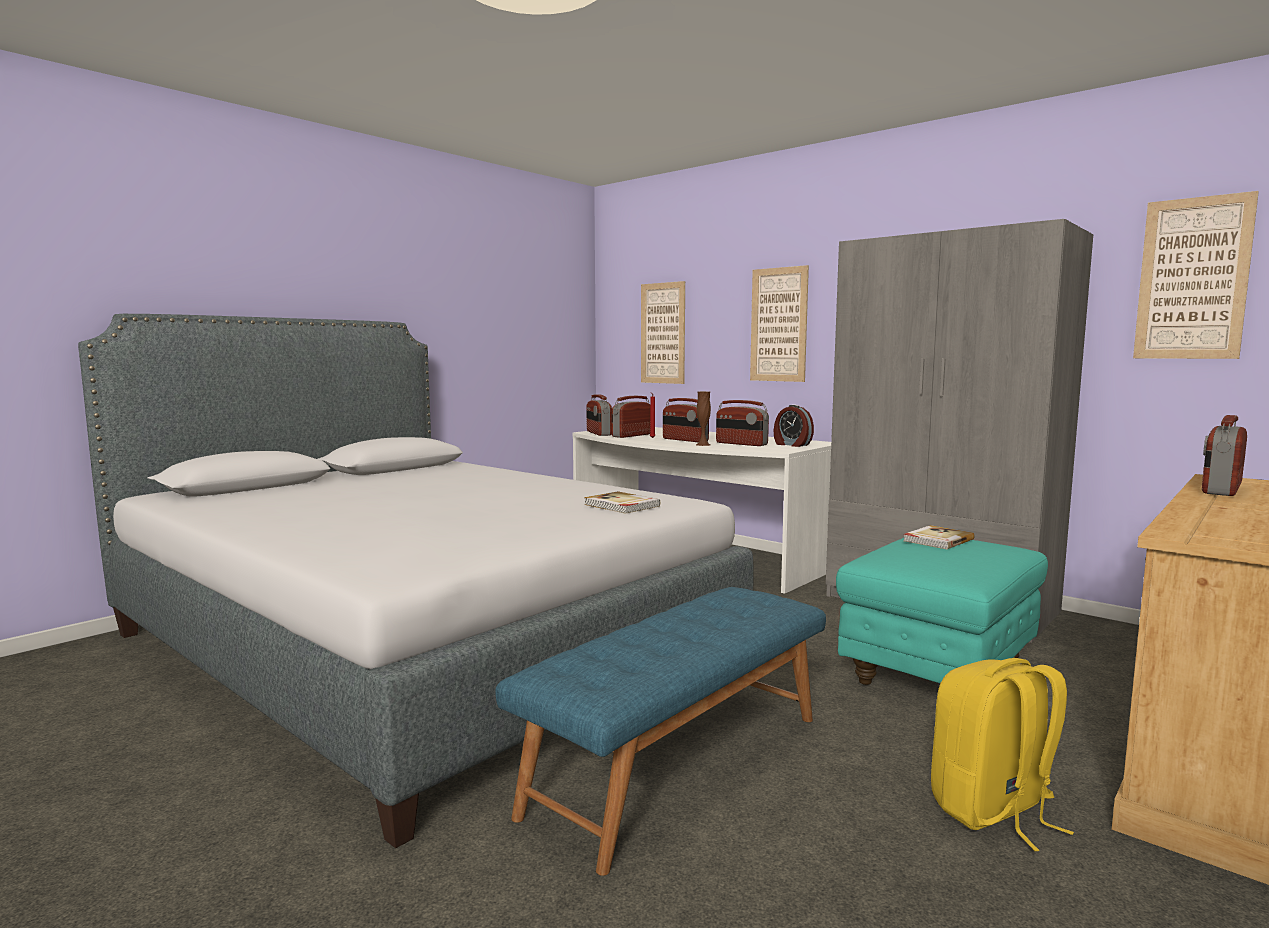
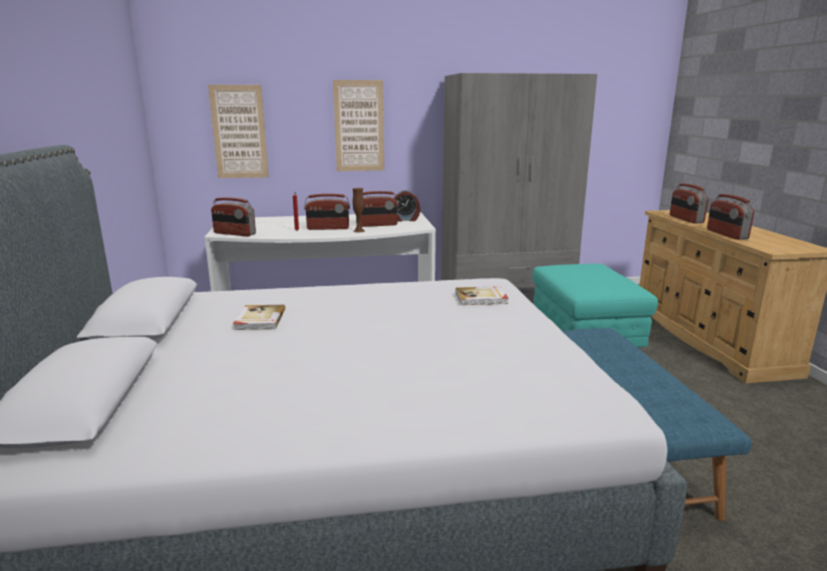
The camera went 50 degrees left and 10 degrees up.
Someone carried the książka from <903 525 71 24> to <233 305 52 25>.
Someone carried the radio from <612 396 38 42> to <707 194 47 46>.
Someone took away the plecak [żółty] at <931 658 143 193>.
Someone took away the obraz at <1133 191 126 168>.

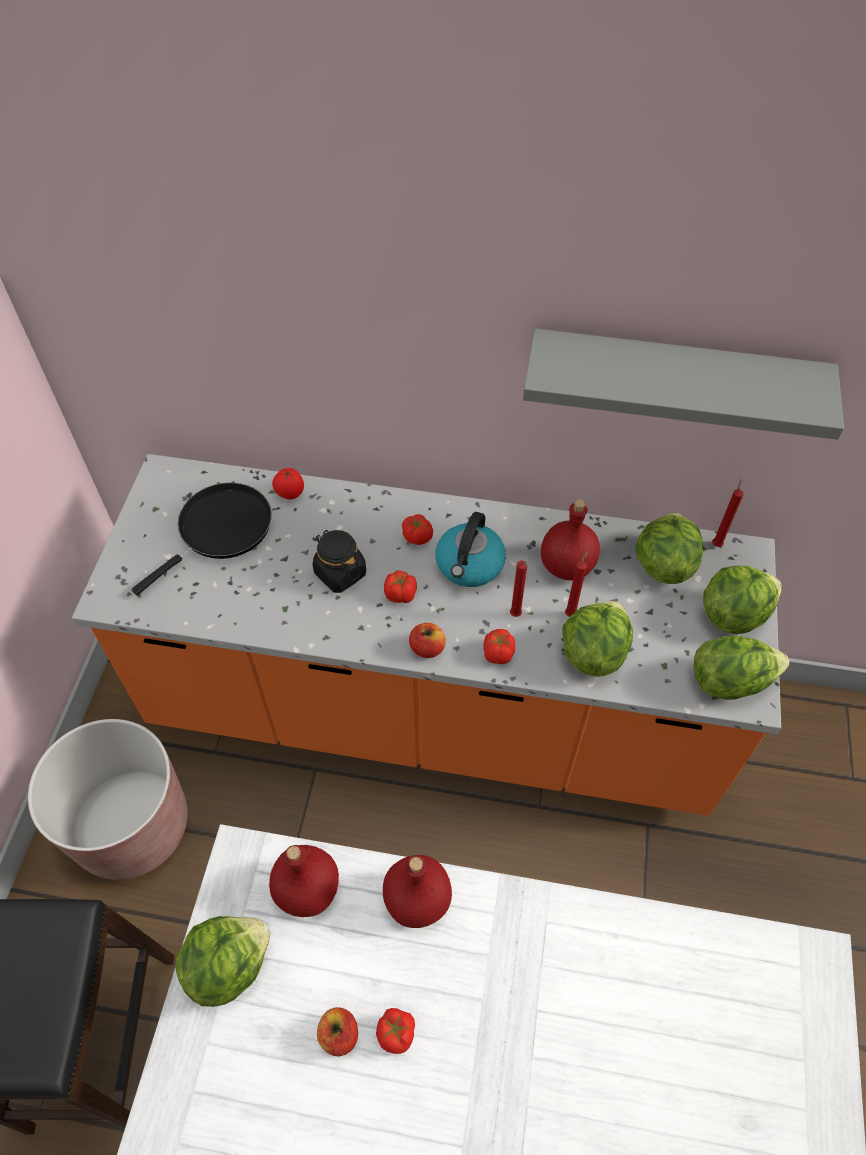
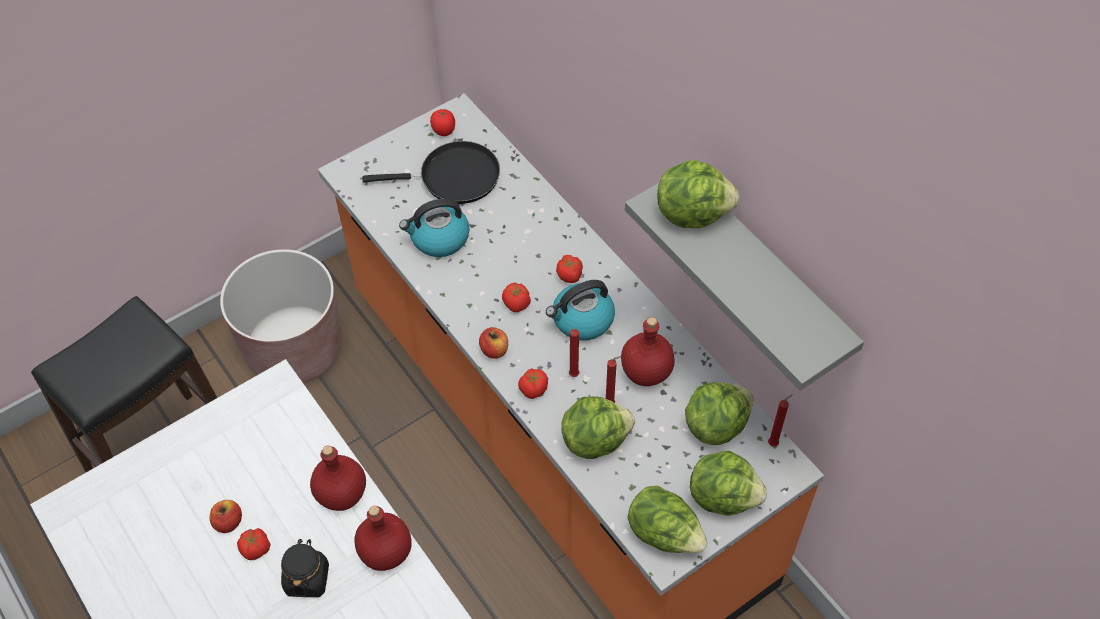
The camera went 45 degrees right and 0 degrees up.
Someone carried the słoik [czarny] from <313 530 53 63> to <281 539 48 58>.
Someone carried the butelka [czerwony] from <269 845 70 72> to <355 506 56 65>.
Someone put down the czajnik at <399 199 70 58>.
Someone carried the pomidor from <272 468 32 32> to <430 109 25 27>.
Someone carried the sałata from <176 916 94 91> to <657 160 83 68>.

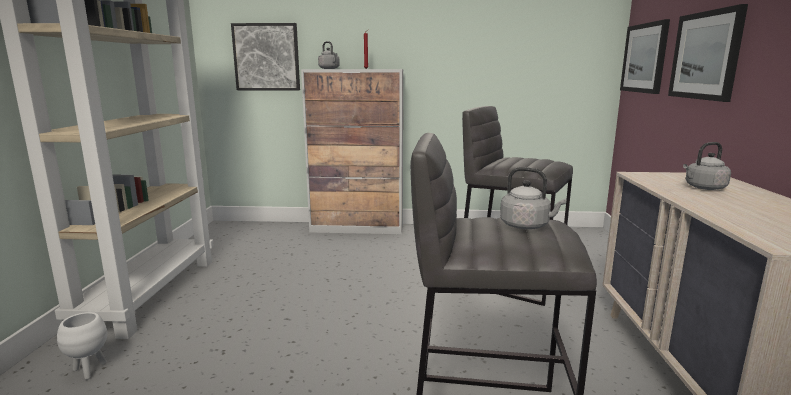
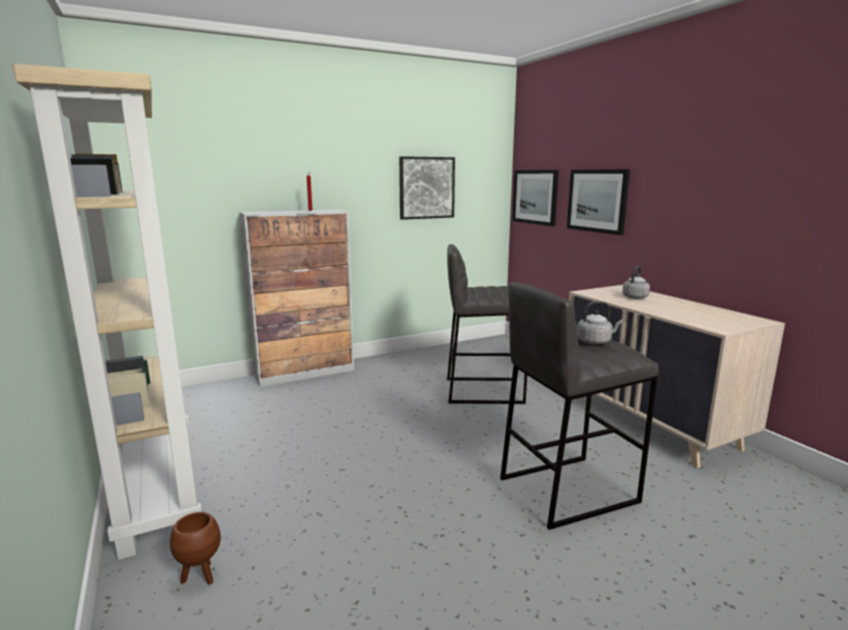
The camera went 30 degrees left and 0 degrees up.
Someone repainted the donica [biały] at <57 312 50 68>, which became the donica [brązowy] at <170 512 51 73>.
Someone carried the obraz from <231 23 69 68> to <399 156 56 64>.
Someone took away the czajnik [szary] at <318 41 22 28>.

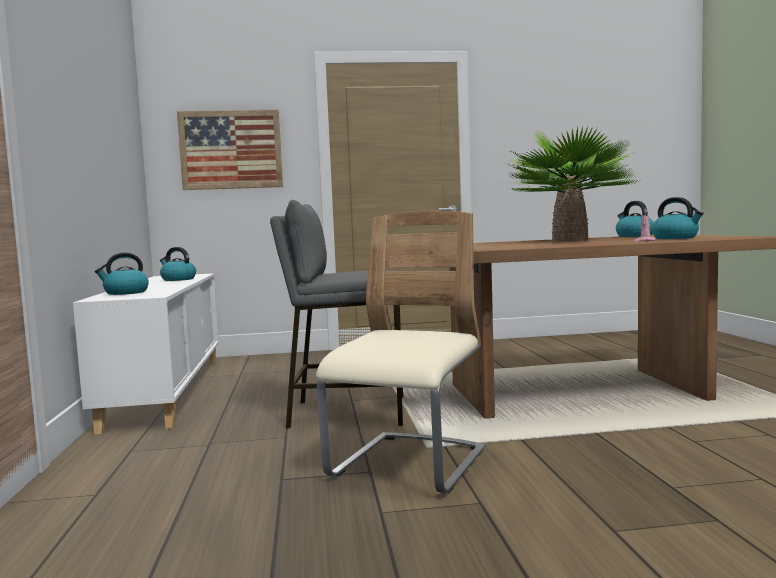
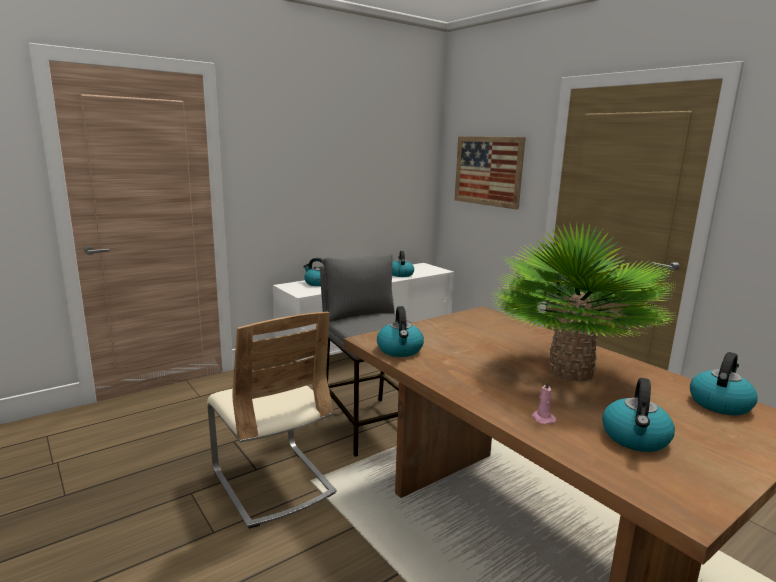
The camera went 60 degrees right and 10 degrees up.
Someone rotated the krzesło [beżowy] at <316 210 170 283> by 60 degrees clockwise.
Someone put down the czajnik at <377 306 47 51>.

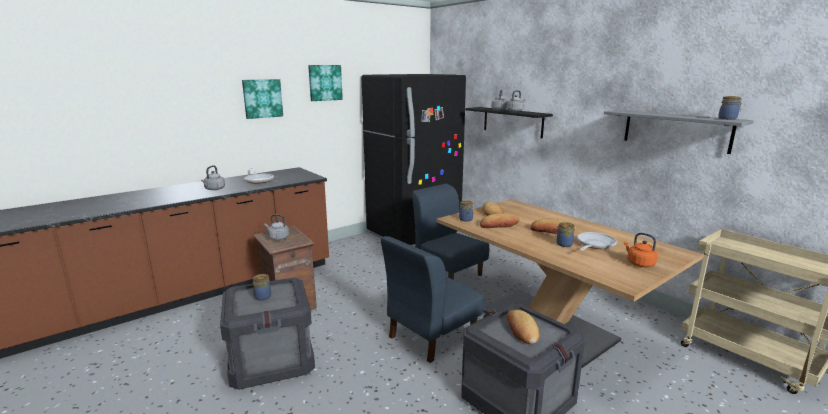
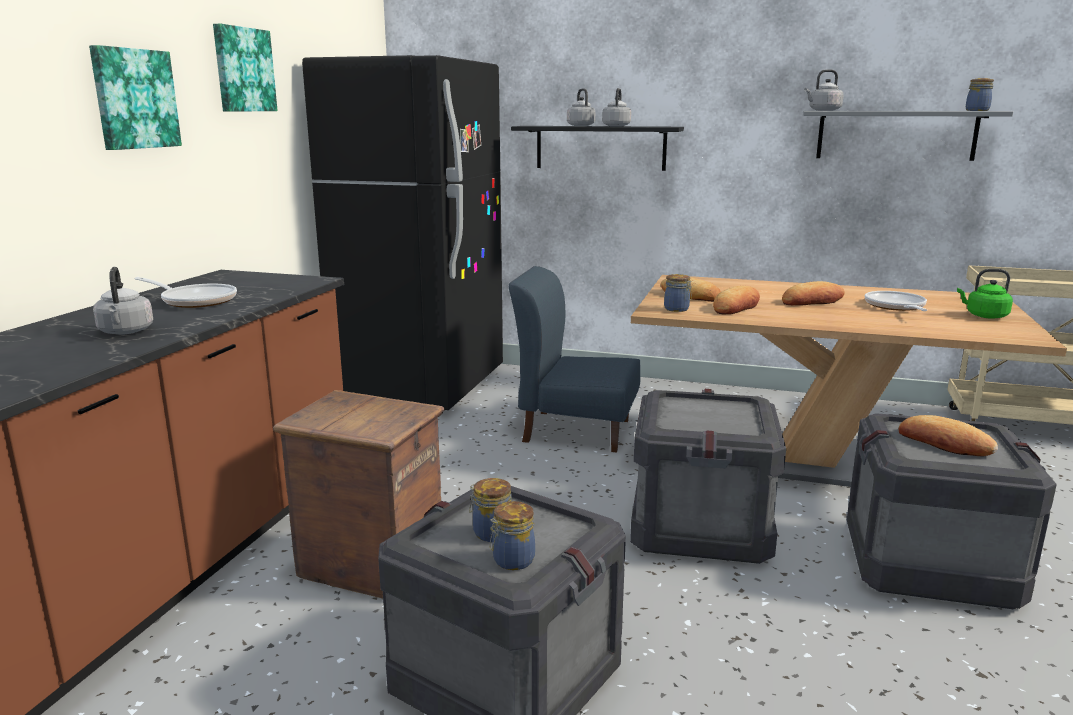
The camera went 35 degrees left and 0 degrees up.
Someone carried the słoik from <555 222 20 25> to <490 501 45 69>.
Someone swapped the krzesło [niebieski] at <381 236 103 127> for the skrzynka at <630 389 156 175>.
Someone carried the czajnik [szary] from <264 214 25 26> to <804 69 39 42>.
Someone repainted the czajnik [pomarańczowy] at <624 233 34 34>, which became the czajnik [zielony] at <957 269 56 50>.

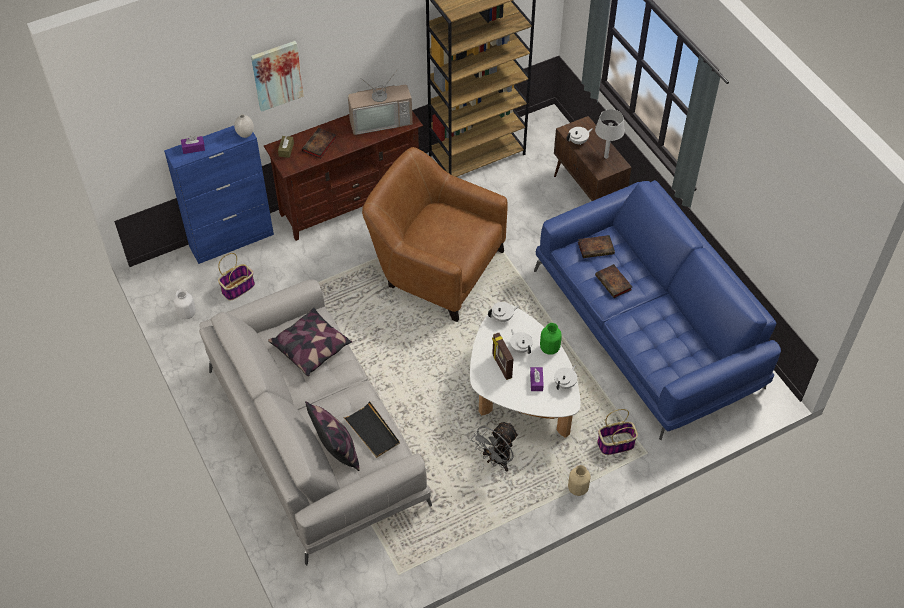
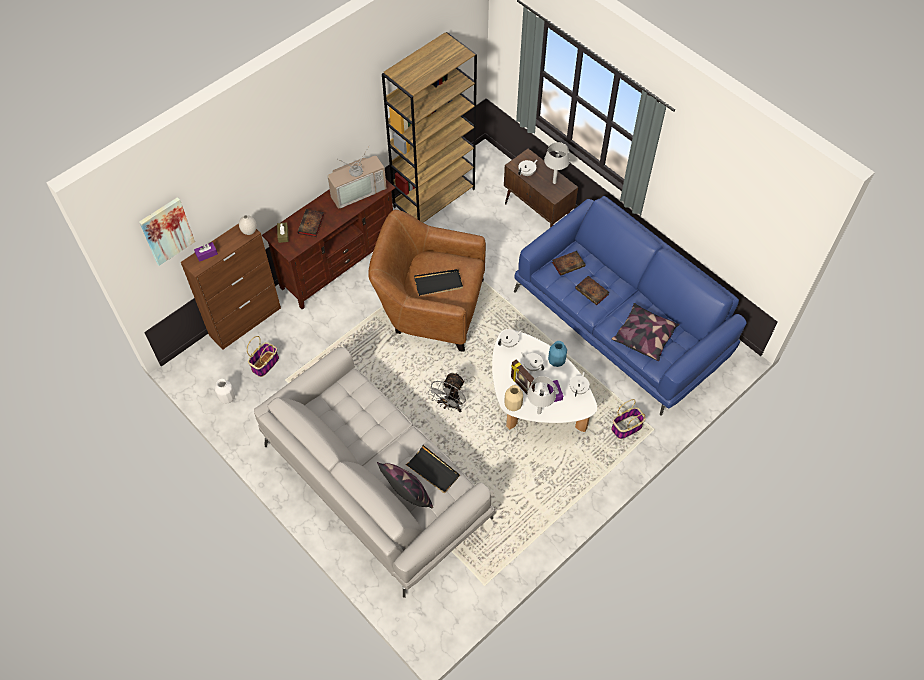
The camera went 15 degrees left and 5 degrees up.
Someone carried the obraz from <251 41 53 71> to <139 197 56 69>.
Someone repainted the szafka [niebieski] at <164 126 110 138>, which became the szafka [brązowy] at <181 224 100 126>.
Someone put down the taca [czarny] at <414 269 49 27>.
Someone carried the wentylator [szary] from <471 422 48 49> to <428 373 38 39>.
Someone carried the wazon [beżowy] from <568 465 23 31> to <504 385 19 26>.
Someone put down the lampa stołowa [szary] at <527 376 29 38>.
Someone repainted the wazon [zielony] at <540 323 22 32>, which became the wazon [niebieski] at <548 341 19 26>.
Someone carried the poduszka from <268 308 85 68> to <611 303 69 58>.

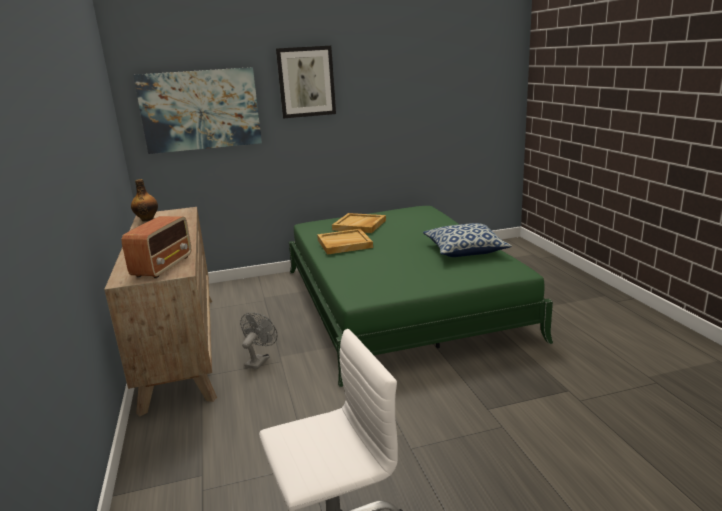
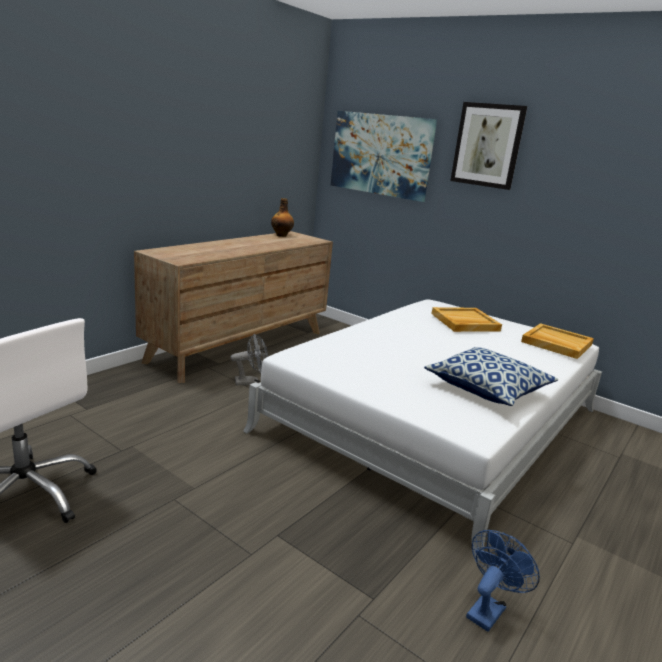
The camera went 50 degrees right and 0 degrees up.
Someone repainted the łóżko [zielony] at <289 206 264 181>, which became the łóżko [biały] at <243 299 359 262>.
Someone put down the wentylator [niebieski] at <466 530 74 102>.
Someone carried the taca [beżowy] from <317 229 56 26> to <521 323 73 36>.
Someone took away the radio at <121 216 70 62>.

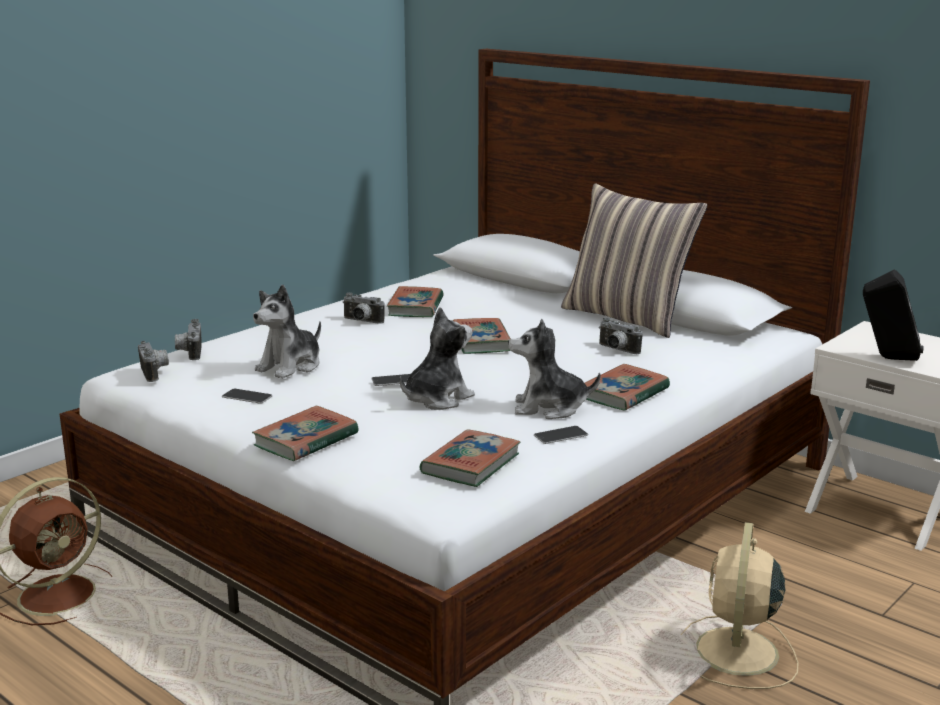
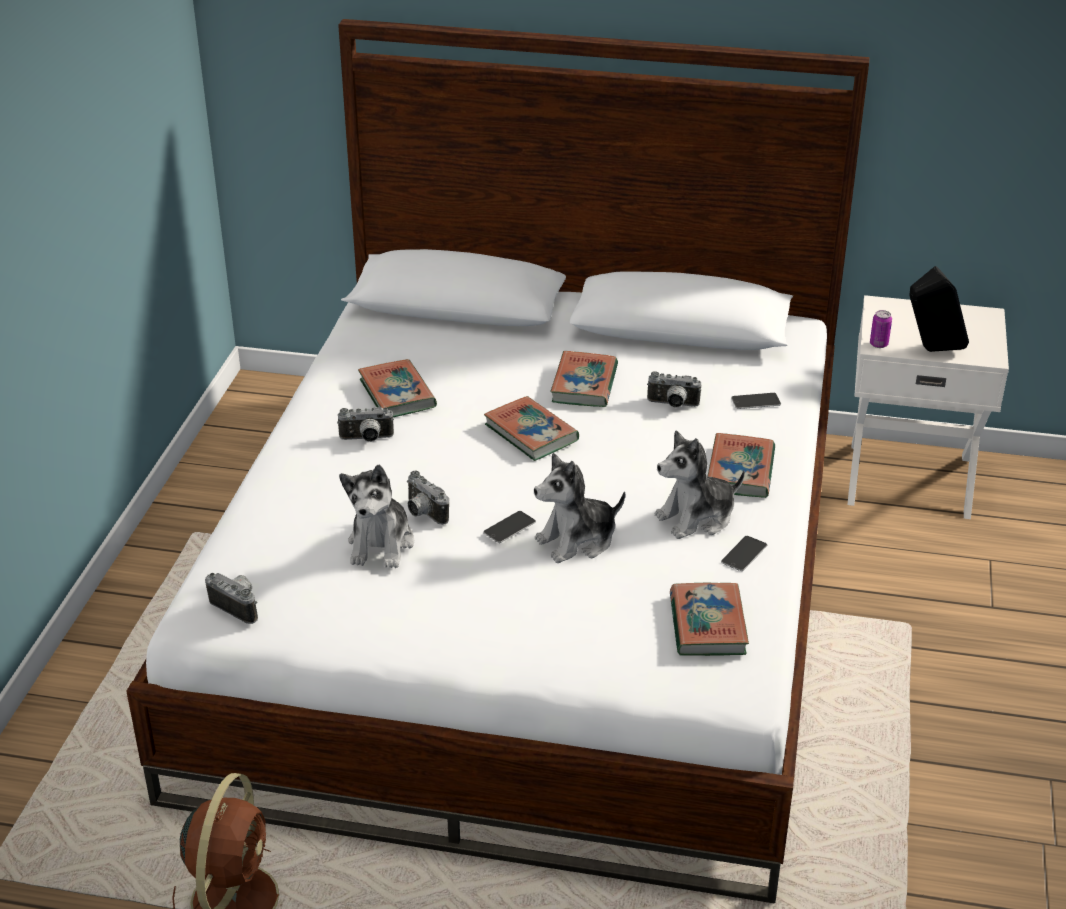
The camera went 30 degrees left and 15 degrees up.
Someone carried the aparat fotograficzny from <175 319 27 41> to <407 471 42 54>.
Someone rotated the pluszak at <399 307 76 103> by 135 degrees counterclockwise.
Someone carried the książka from <252 406 107 55> to <550 351 68 56>.
Someone carried the telefon from <222 389 51 15> to <731 393 50 16>.
Someone put down the puszka at <870 310 22 38>.
Someone took away the poduszka at <561 183 146 155>.
Someone took away the wentylator [beżowy] at <681 522 117 167>.

